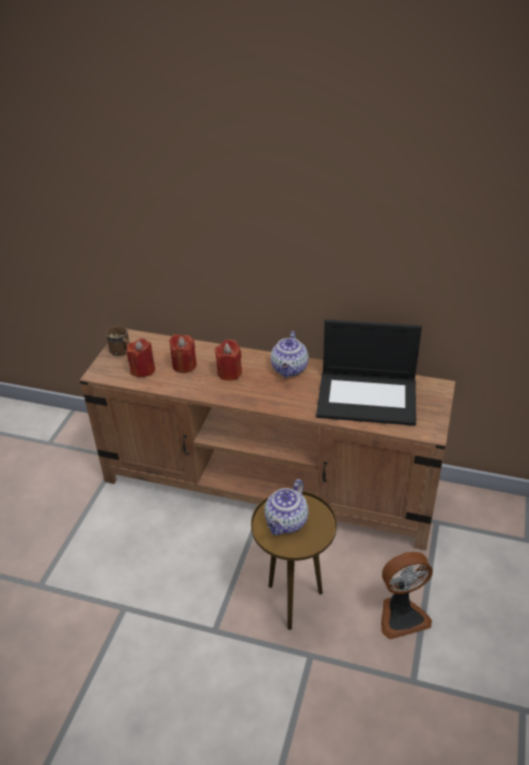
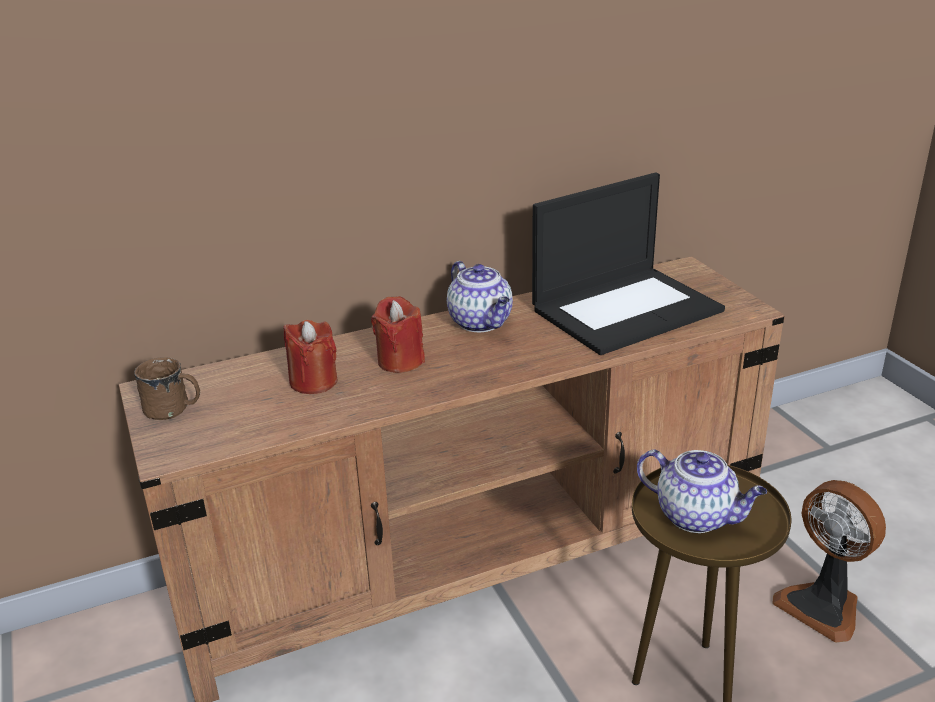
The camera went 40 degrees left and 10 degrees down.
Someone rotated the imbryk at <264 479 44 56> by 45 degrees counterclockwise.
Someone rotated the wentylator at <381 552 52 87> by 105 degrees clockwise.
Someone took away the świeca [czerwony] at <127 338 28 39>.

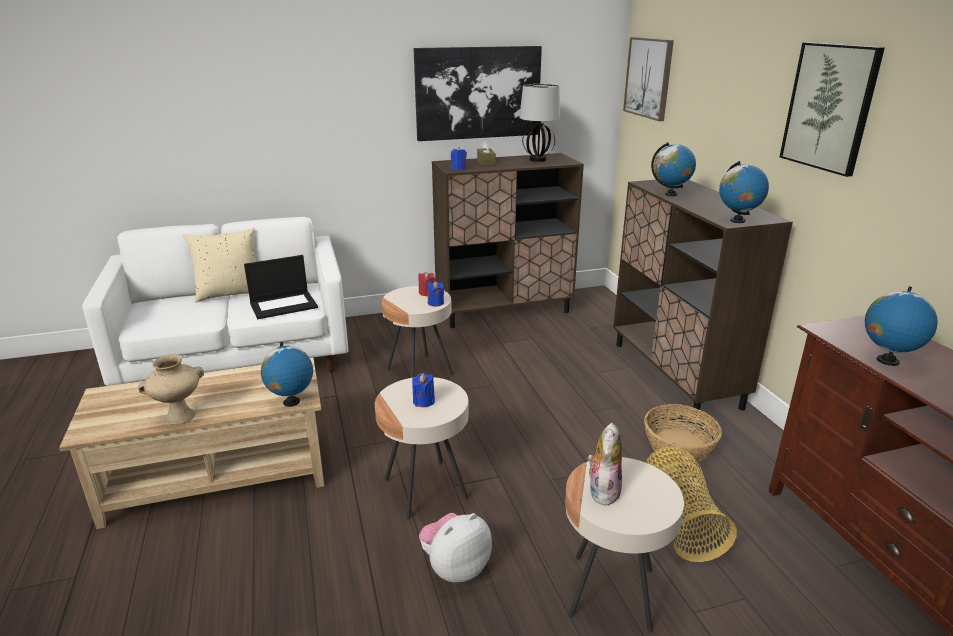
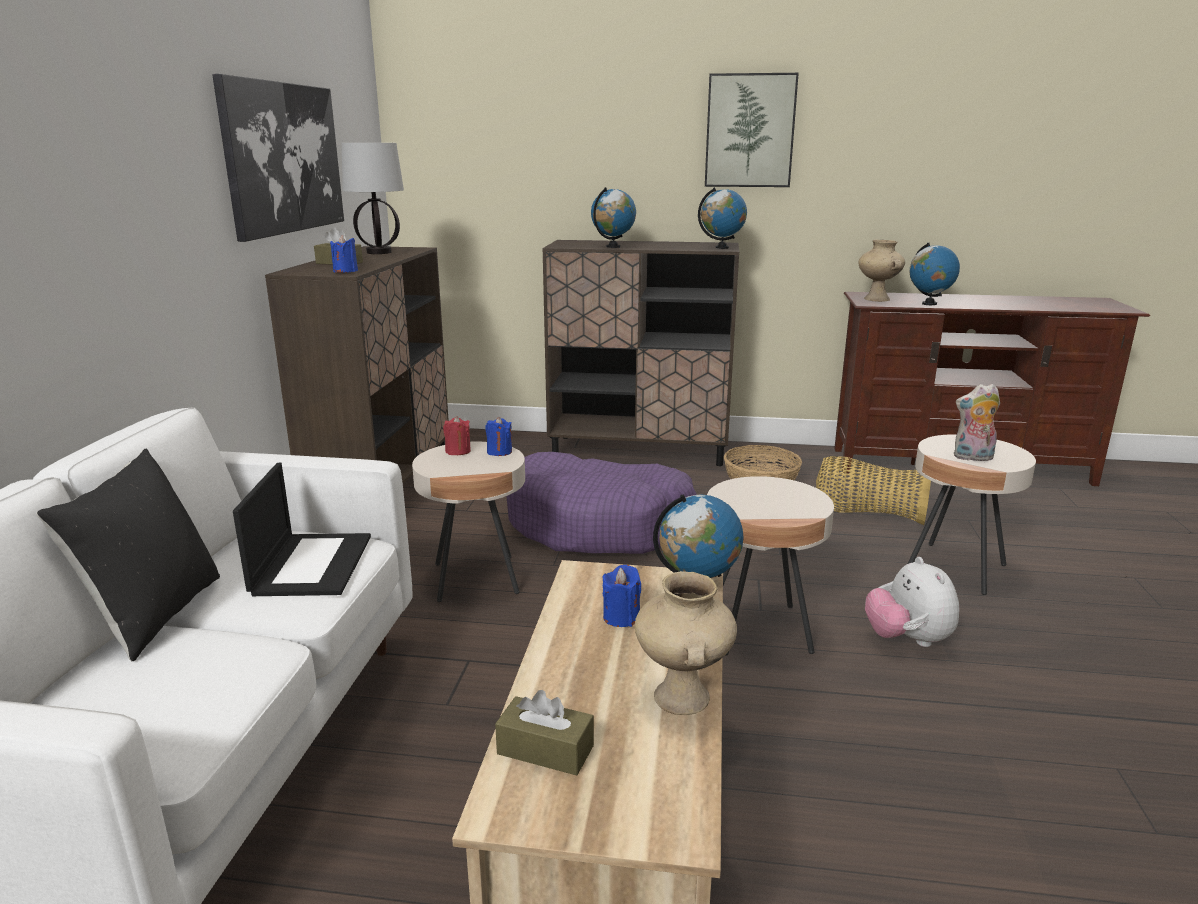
The camera went 65 degrees left and 5 degrees down.
Someone repainted the poduszka [beżowy] at <183 228 73 75>, which became the poduszka [czarny] at <36 449 184 212>.
Someone put down the pudełko chusteczek [brązowy] at <495 690 99 86>.
Someone put down the legowisko [fioletowy] at <506 452 191 102>.
Someone carried the świeca [niebieski] from <412 373 23 34> to <602 565 39 62>.
Someone put down the wazon [beżowy] at <858 240 47 62>.
Someone rotated the pluszak at <587 423 35 83> by 45 degrees counterclockwise.
Someone took away the obraz at <623 37 51 84>.

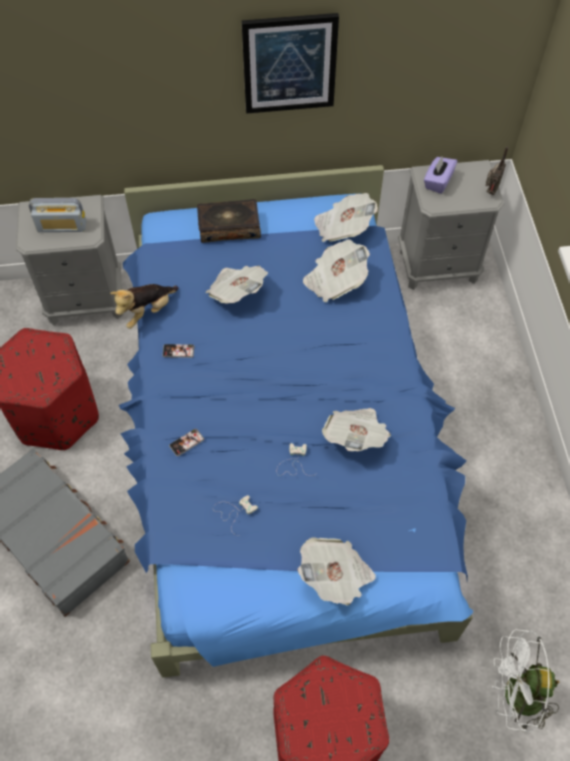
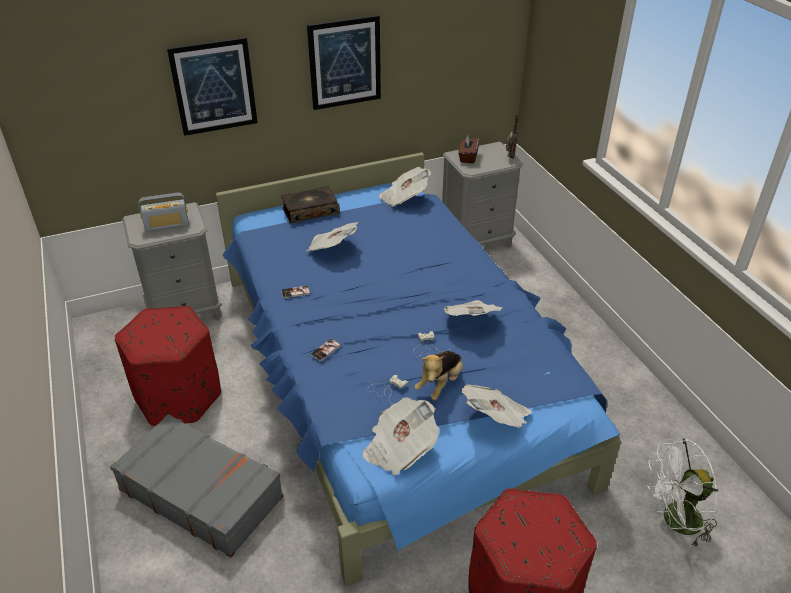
The camera went 15 degrees left and 20 degrees down.
Someone put up the obraz at <167 37 91 99>.
Someone carried the gazeta from <303 239 67 64> to <362 397 77 78>.
Someone carried the pluszak from <110 284 69 45> to <414 351 49 49>.
Someone repainted the pudełko chusteczek [fioletowy] at <424 157 33 37>, which became the pudełko chusteczek [brązowy] at <458 135 21 28>.

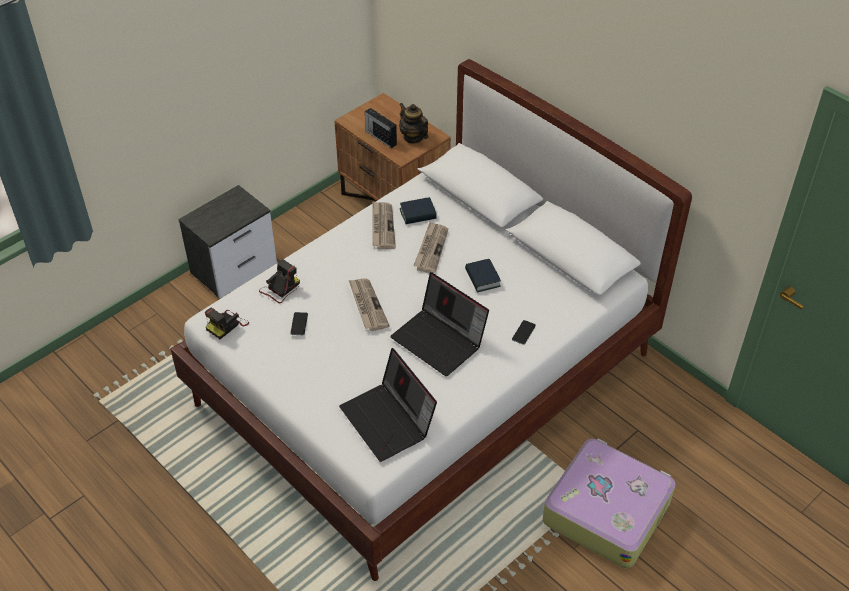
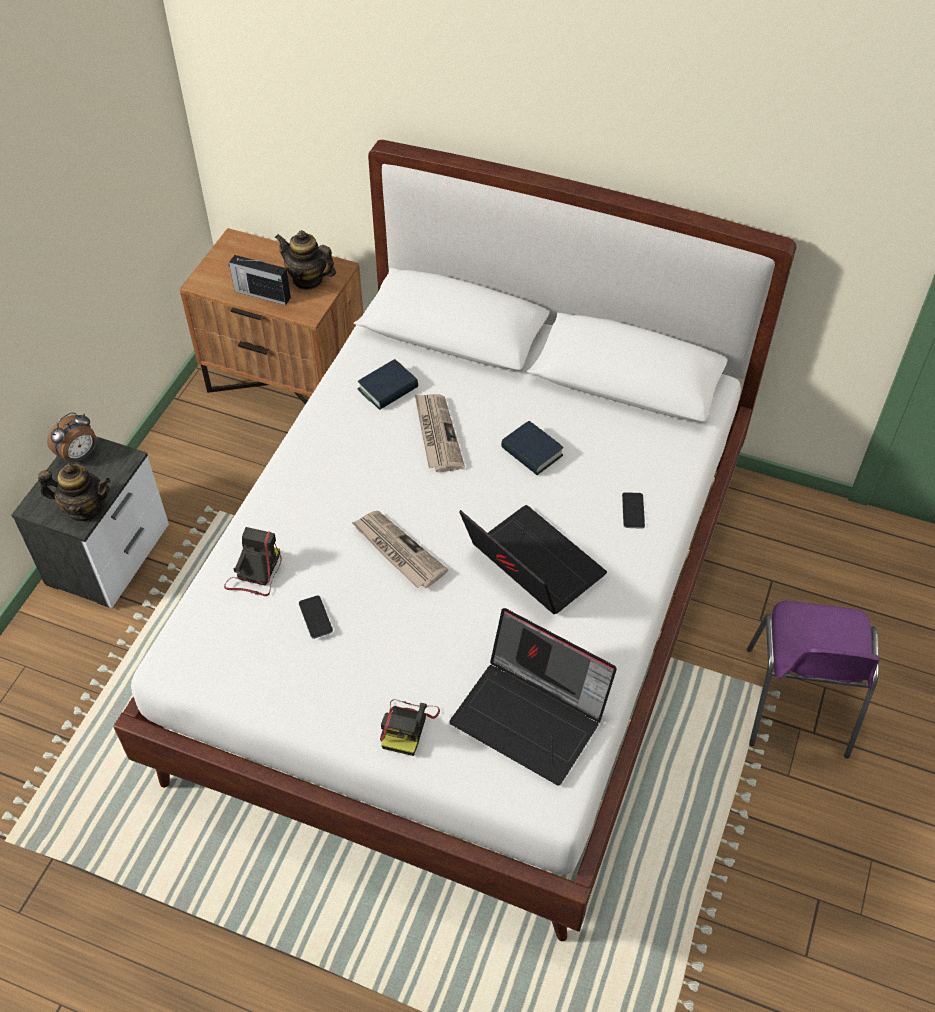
The camera went 25 degrees left and 5 degrees up.
Someone put down the imbryk at <38 464 73 57>.
Someone put down the budzik at <47 412 49 51>.
Someone carried the aparat fotograficzny from <205 308 44 31> to <380 699 60 57>.
Someone rotated the laptop at <390 272 99 104> by 150 degrees counterclockwise.
Someone swapped the walizka at <543 439 133 129> for the krzesło [fioletowy] at <747 601 132 158>.
Someone took away the gazeta at <372 201 24 48>.

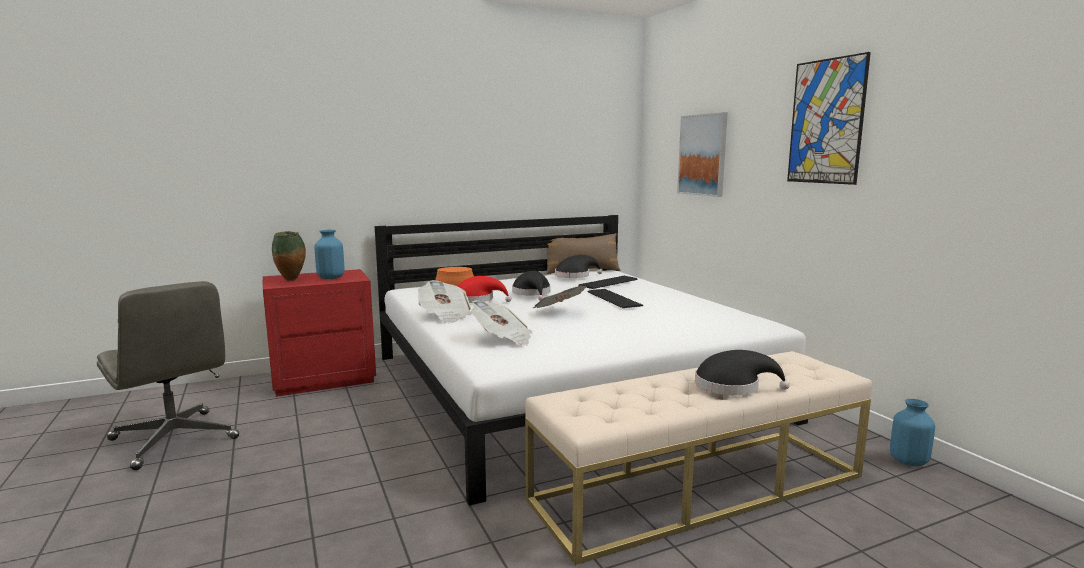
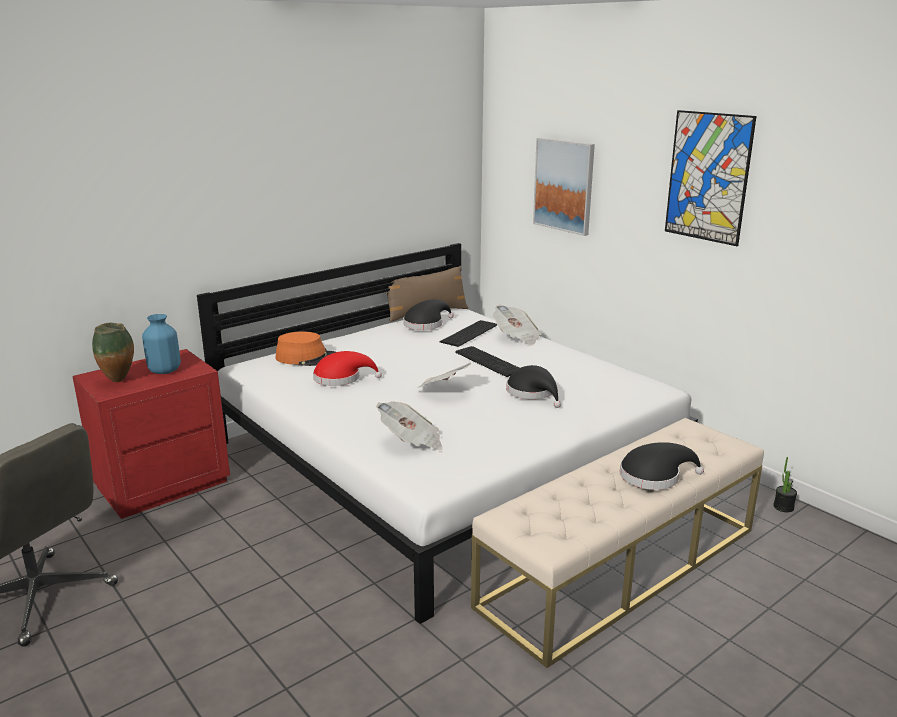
The camera went 15 degrees left and 10 degrees up.
Someone carried the gazeta from <418 280 54 43> to <493 305 49 40>.
Someone carried the kapelusz [czarny] from <512 271 38 30> to <506 365 55 43>.
Someone swapped the wazon [niebieski] at <890 399 45 67> for the roślina doniczkowa at <773 457 24 55>.

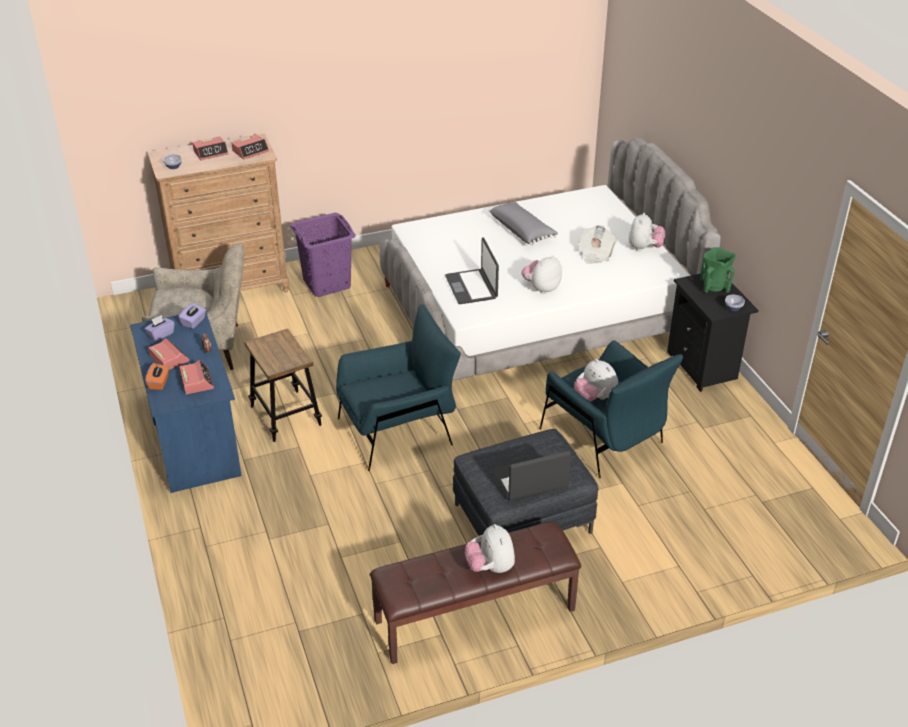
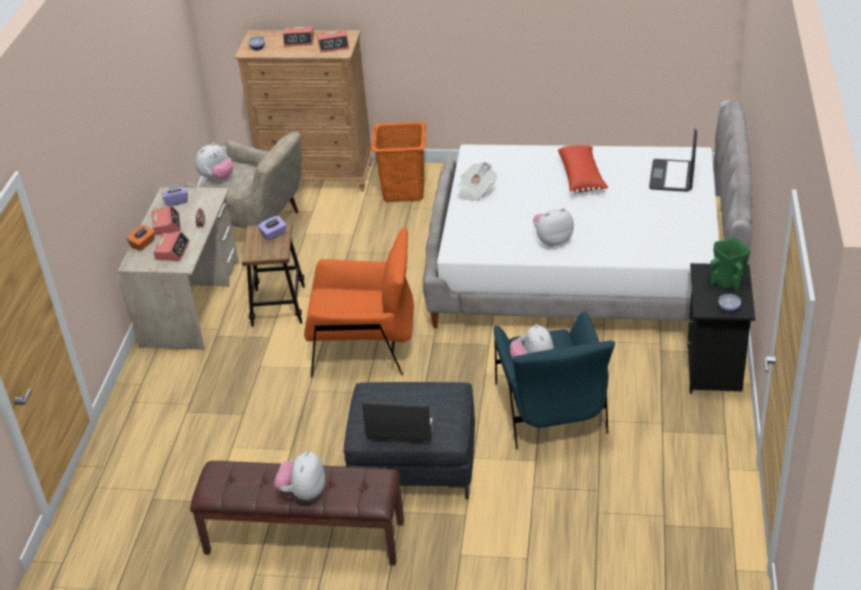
The camera went 30 degrees right and 0 degrees up.
Someone repainted the biurko [niebieski] at <130 312 112 181>, which became the biurko [beżowy] at <117 187 122 163>.
Someone carried the pluszak from <629 212 36 39> to <195 142 39 38>.
Someone carried the pudełko chusteczek [fioletowy] from <178 303 28 26> to <258 216 29 24>.
Someone repainted the fotel [niebieski] at <336 304 125 167>, which became the fotel [pomarańczowy] at <304 227 110 150>.
Someone repainted the kosz na pranie [fioletowy] at <290 213 66 84>, which became the kosz na pranie [pomarańczowy] at <371 121 55 81>.
Someone carried the gazeta from <578 225 39 39> to <457 162 40 39>.
Someone repainted the poduszka [szary] at <489 202 69 43>, which became the poduszka [czerwony] at <558 146 50 48>.
Someone carried the laptop from <445 237 54 67> to <649 129 48 63>.

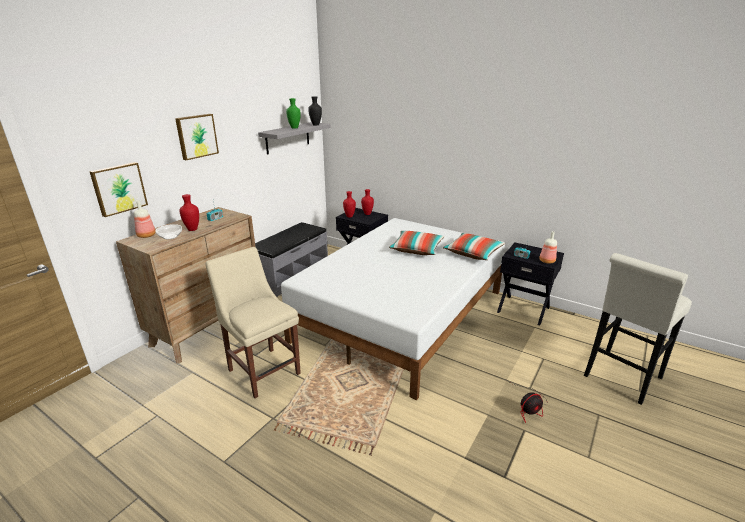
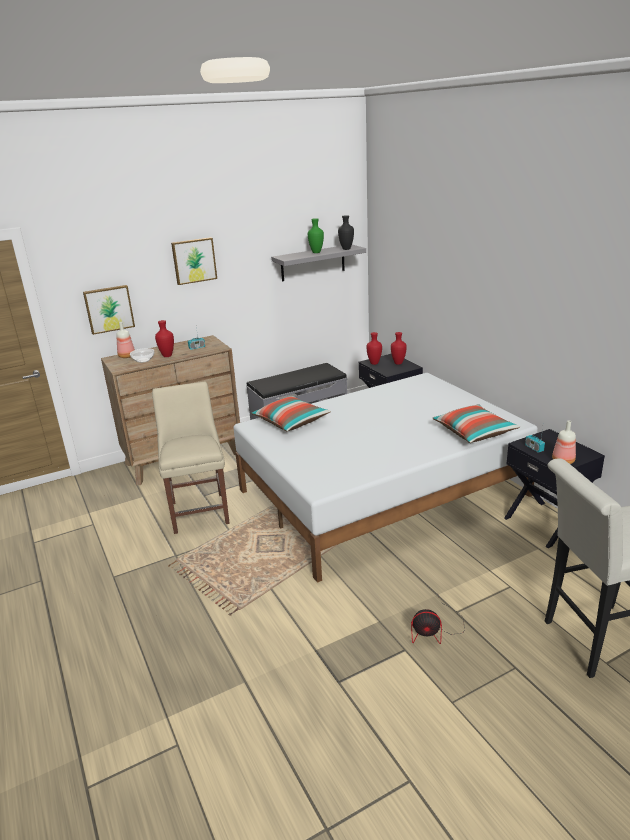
The camera went 30 degrees right and 0 degrees up.
Someone carried the poduszka from <389 231 55 24> to <251 396 80 36>.

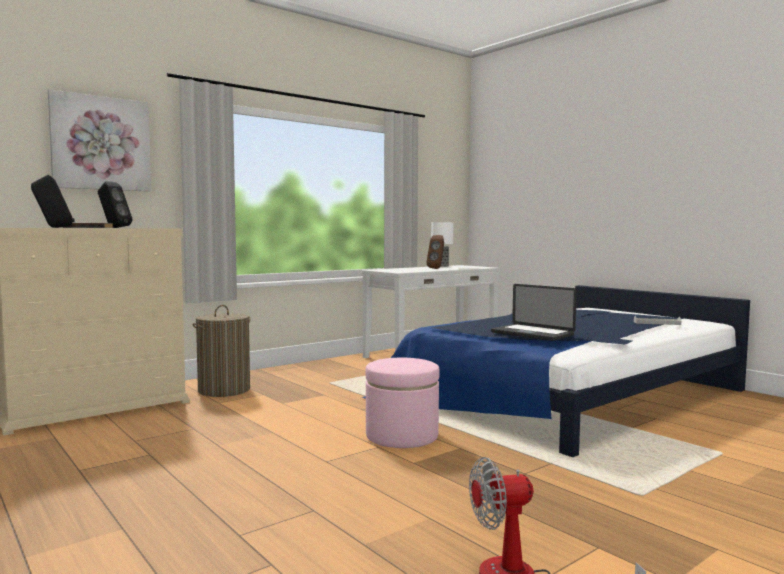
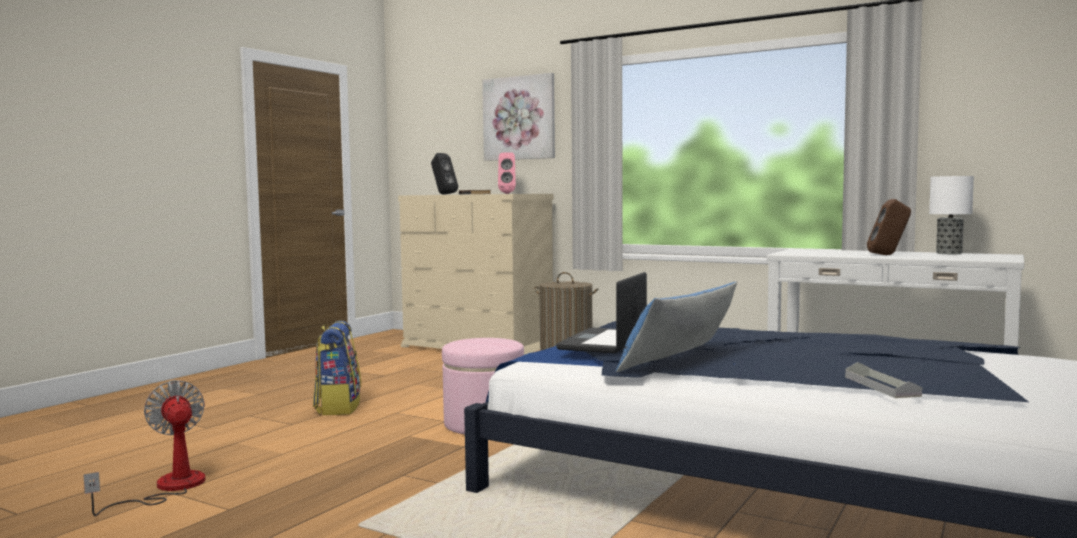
The camera went 70 degrees right and 0 degrees up.
Someone put down the plecak at <313 321 48 94>.
Someone repainted the głośnik [czarny] at <98 181 34 47>, which became the głośnik [różowy] at <498 152 18 42>.
Someone put down the poduszka [niebieski] at <616 282 121 90>.

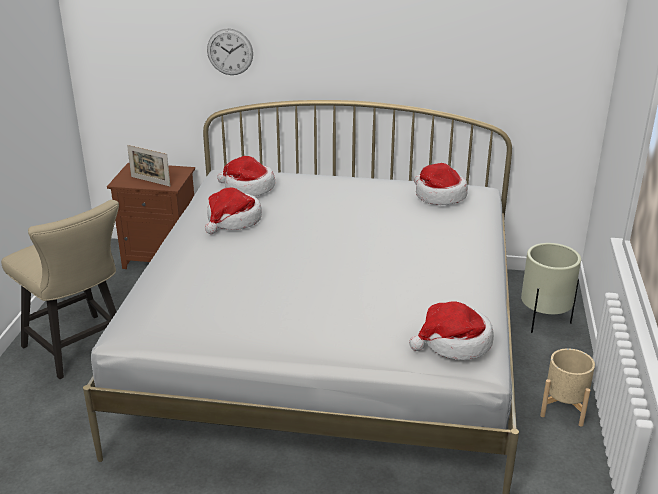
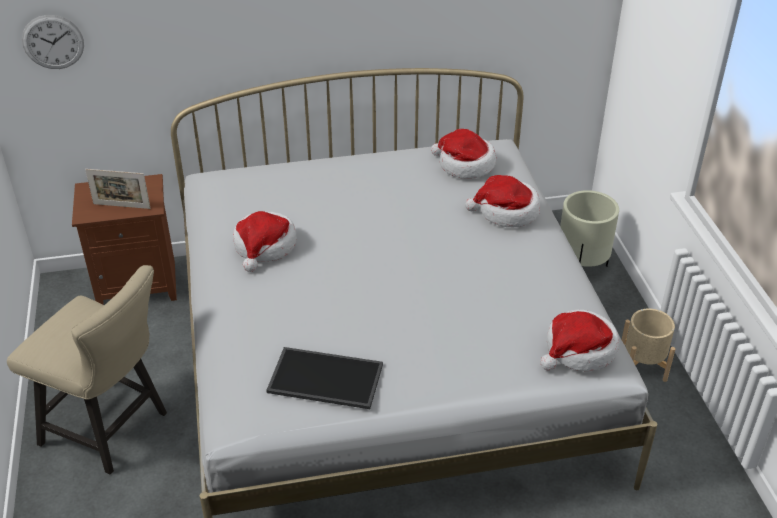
The camera went 20 degrees left and 10 degrees up.
Someone carried the zegar ścienny from <207 28 46 47> to <22 15 62 54>.
Someone put down the taca at <266 347 117 62>.
Someone carried the kapelusz from <217 156 58 40> to <465 175 75 52>.

